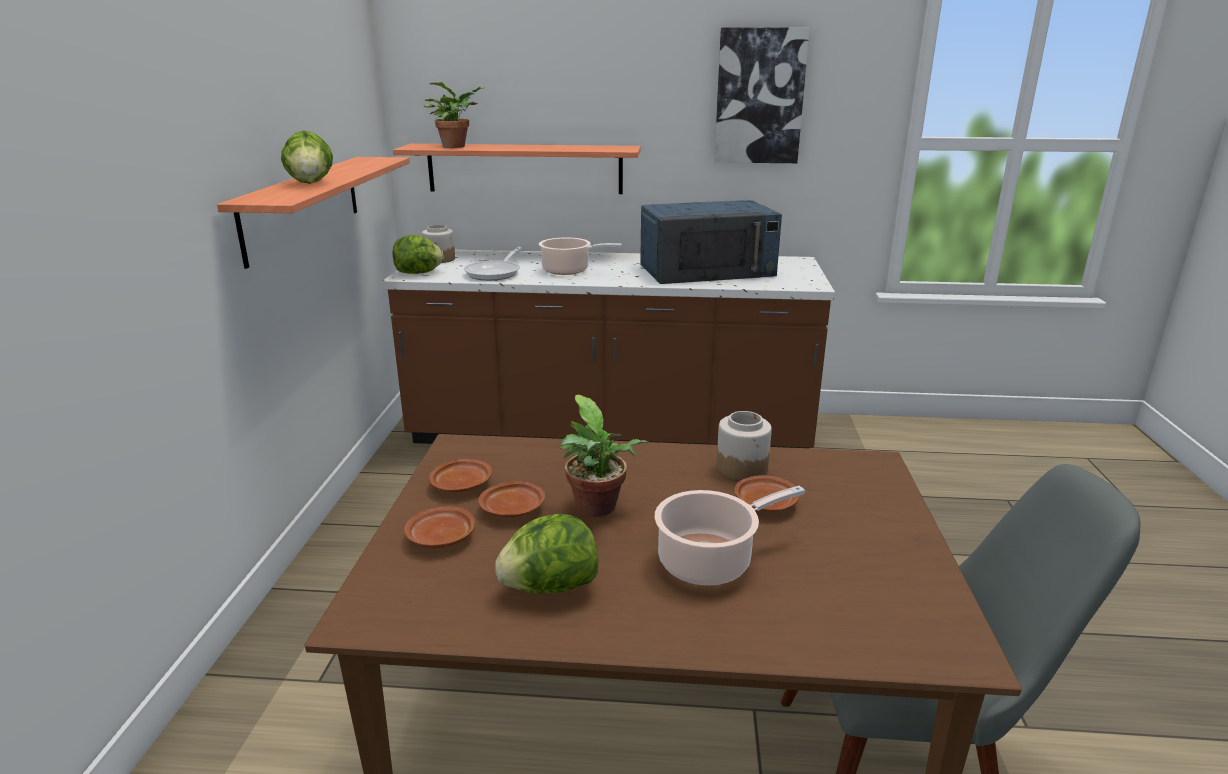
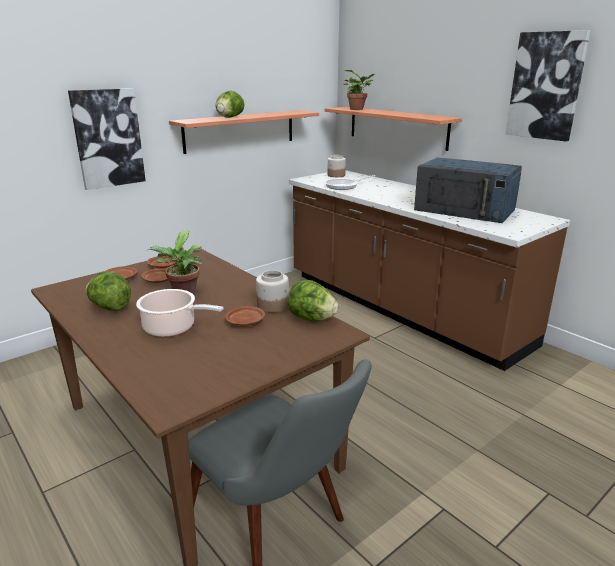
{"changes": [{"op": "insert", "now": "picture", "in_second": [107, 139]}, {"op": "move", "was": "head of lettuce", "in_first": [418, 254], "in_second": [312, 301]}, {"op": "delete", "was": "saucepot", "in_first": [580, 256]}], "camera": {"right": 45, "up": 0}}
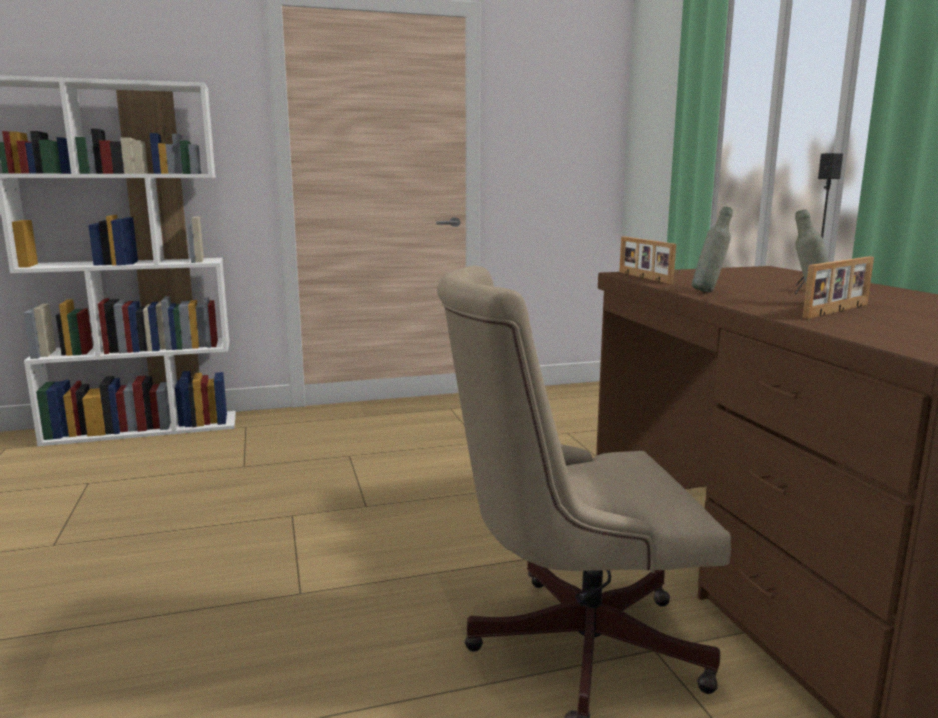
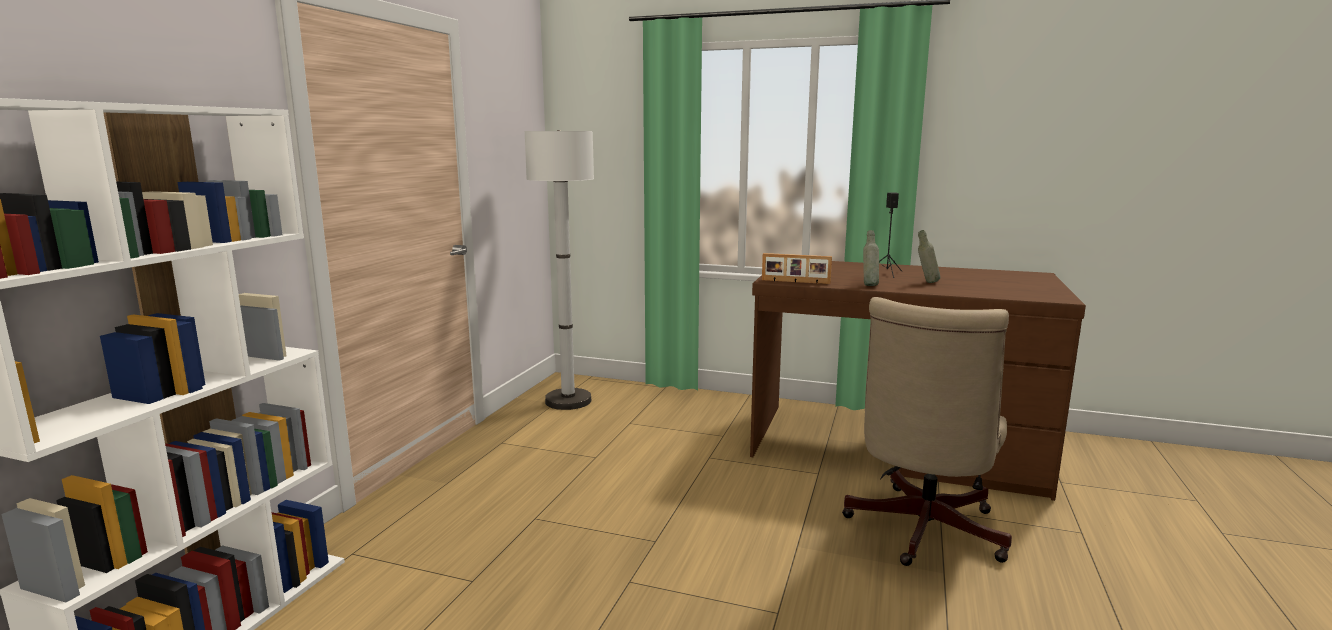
{"changes": [{"op": "insert", "now": "whitish standing lamp", "in_second": [559, 270]}, {"op": "delete", "was": "standing frame", "in_first": [838, 287]}], "camera": {"right": -55, "up": 0}}
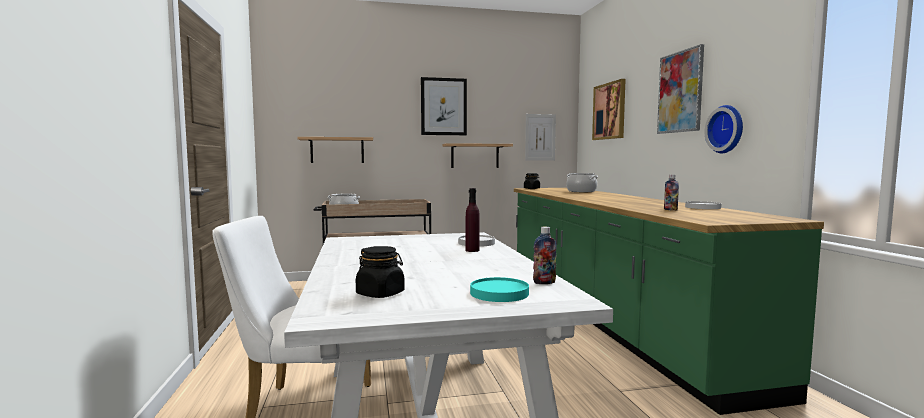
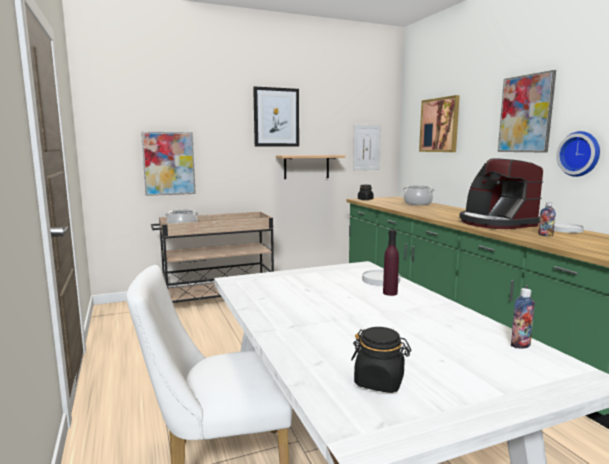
{"changes": [{"op": "replace", "was": "wall shelf", "now": "picture", "in_first": [335, 150], "in_second": [168, 164]}, {"op": "insert", "now": "coffee brewer", "in_second": [501, 193]}, {"op": "delete", "was": "turquoise-coloured dinner plate", "in_first": [499, 289]}], "camera": {"right": -10, "up": 5}}
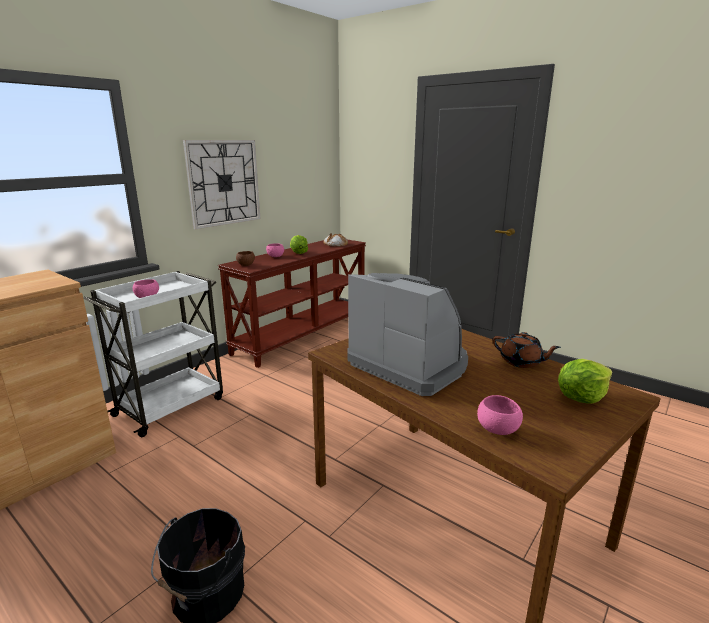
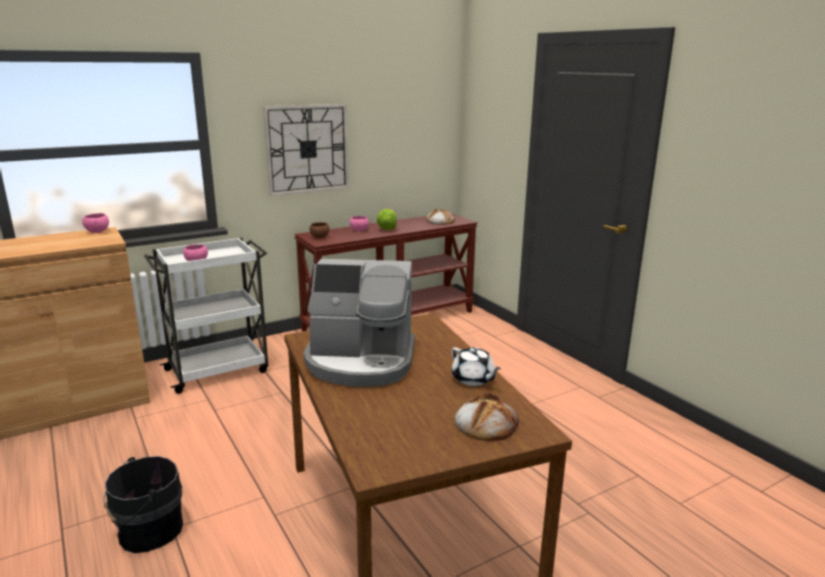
{"changes": [{"op": "move", "was": "pink-coloured bowl", "in_first": [500, 415], "in_second": [95, 223]}, {"op": "rotate", "was": "coffee brewer", "in_first": [407, 334], "in_second": [359, 323], "clockwise": 120}, {"op": "recolor", "was": "brownish tea pot", "now": "whitish tea pot", "in_first": [526, 350], "in_second": [476, 366]}, {"op": "replace", "was": "head of lettuce", "now": "bread", "in_first": [585, 381], "in_second": [487, 417]}], "camera": {"right": 20, "up": 0}}
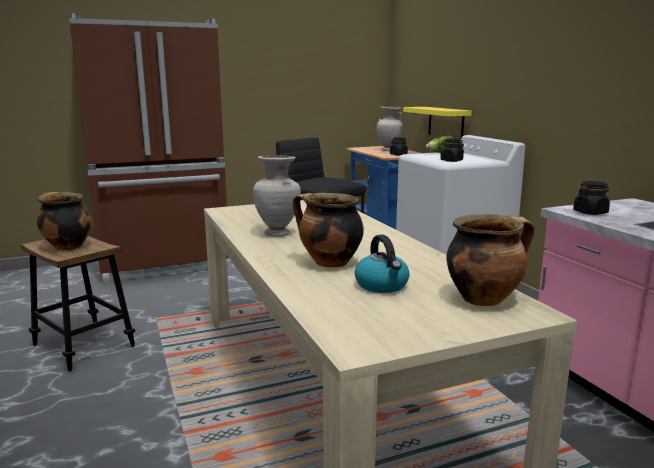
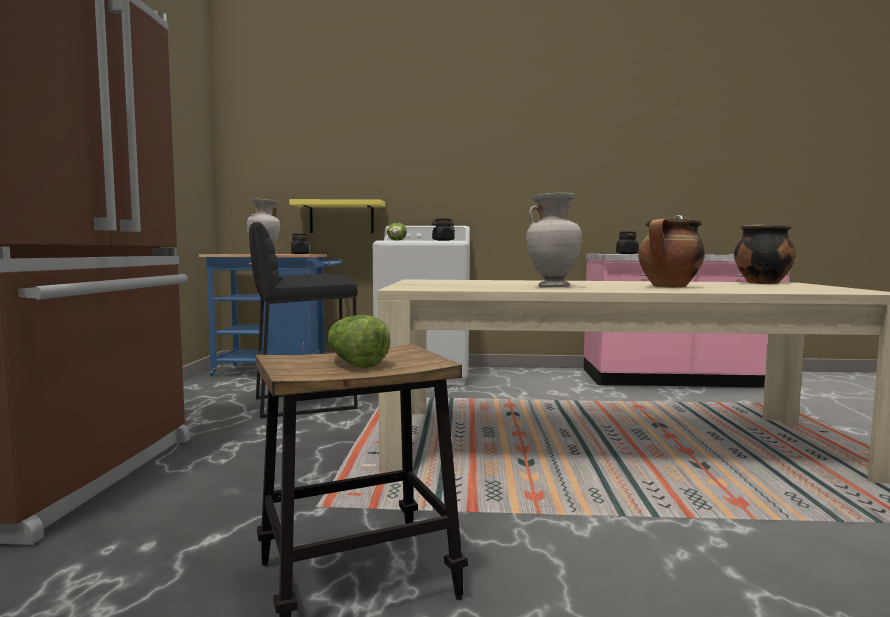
{"changes": [{"op": "replace", "was": "saucepot", "now": "head of lettuce", "in_first": [64, 221], "in_second": [358, 341]}, {"op": "delete", "was": "kettle", "in_first": [382, 264]}], "camera": {"right": -65, "up": -10}}
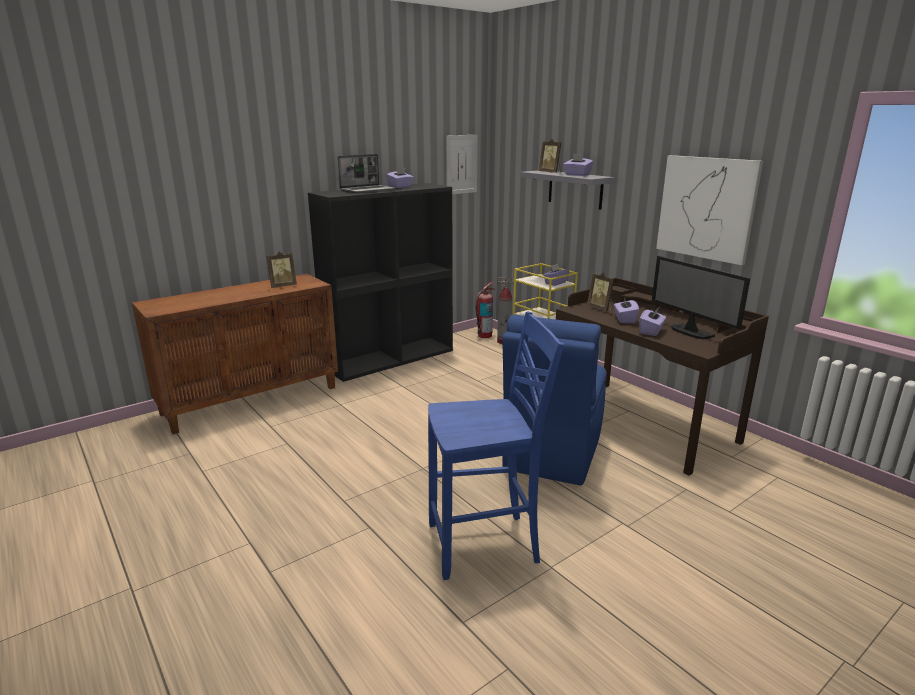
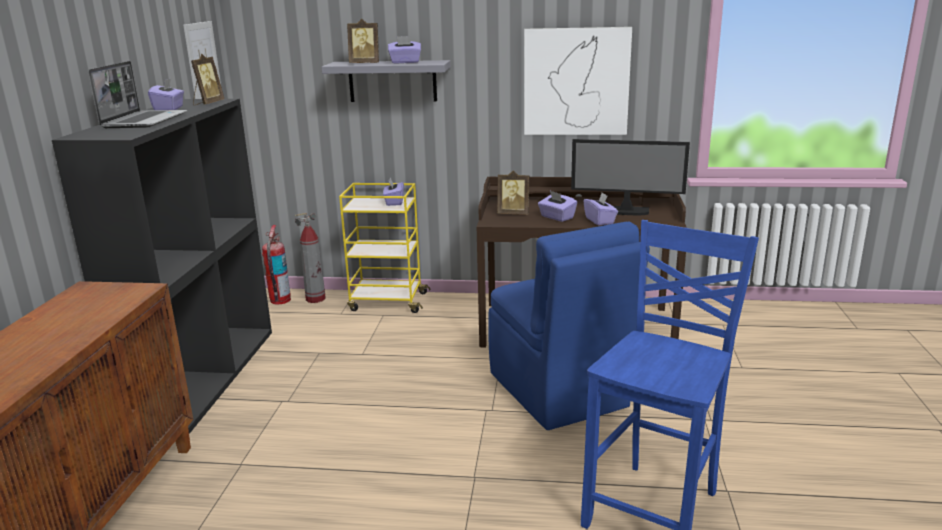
{"changes": [{"op": "move", "was": "standing frame", "in_first": [282, 269], "in_second": [208, 79]}], "camera": {"right": -45, "up": 0}}
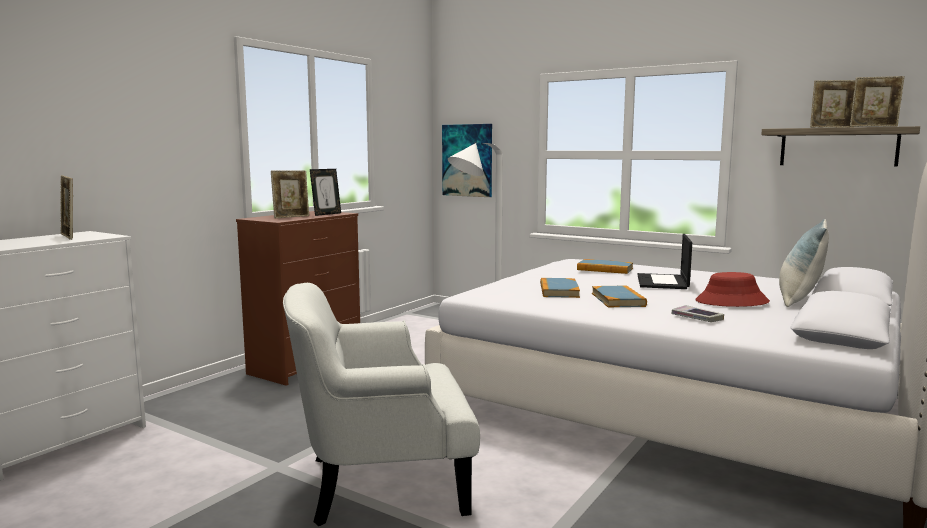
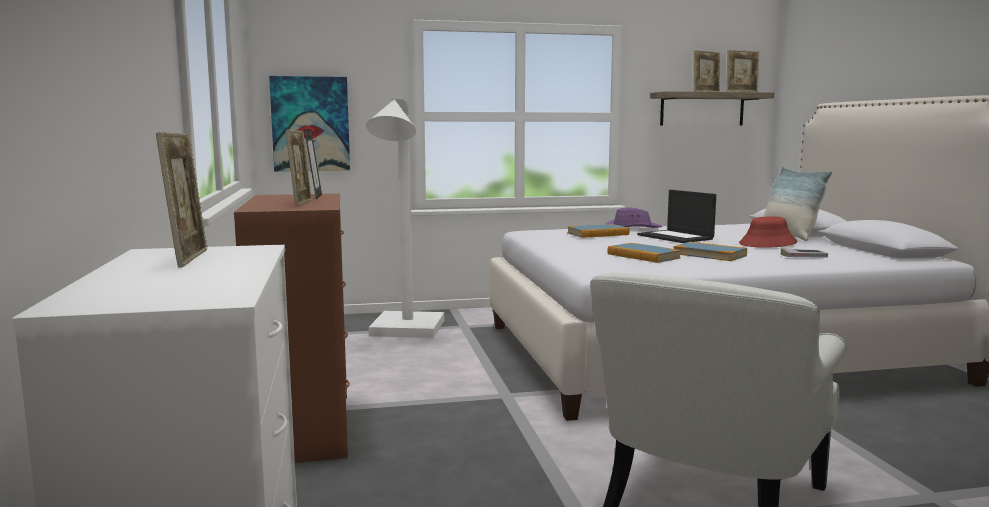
{"changes": [{"op": "rotate", "was": "standing frame", "in_first": [67, 207], "in_second": [182, 200], "clockwise": -105}, {"op": "insert", "now": "purple wearable hat", "in_second": [633, 217]}], "camera": {"right": -45, "up": 0}}
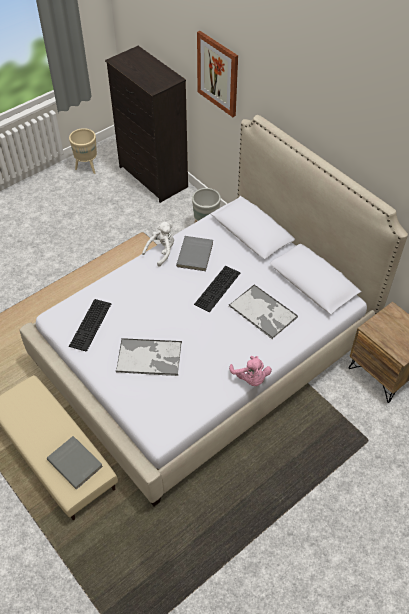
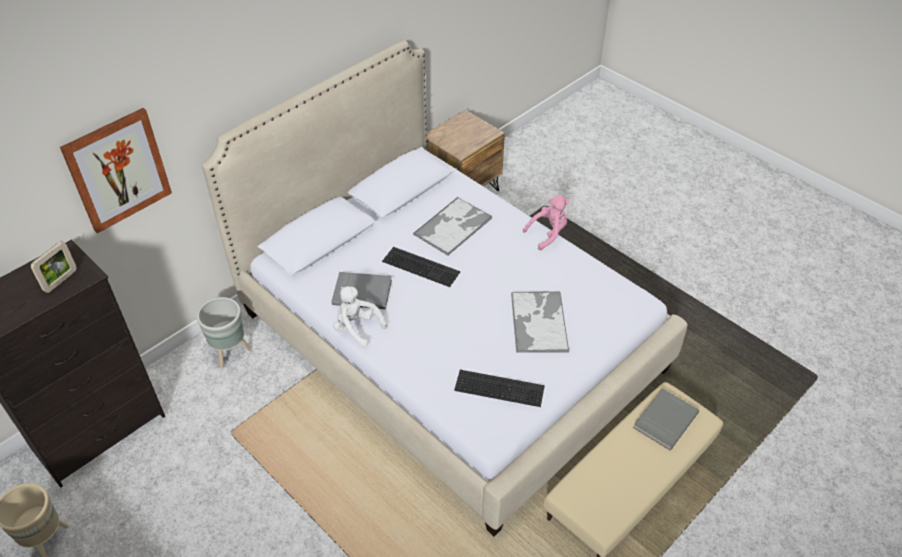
{"changes": [{"op": "insert", "now": "standing frame", "in_second": [54, 267]}], "camera": {"right": -95, "up": -5}}
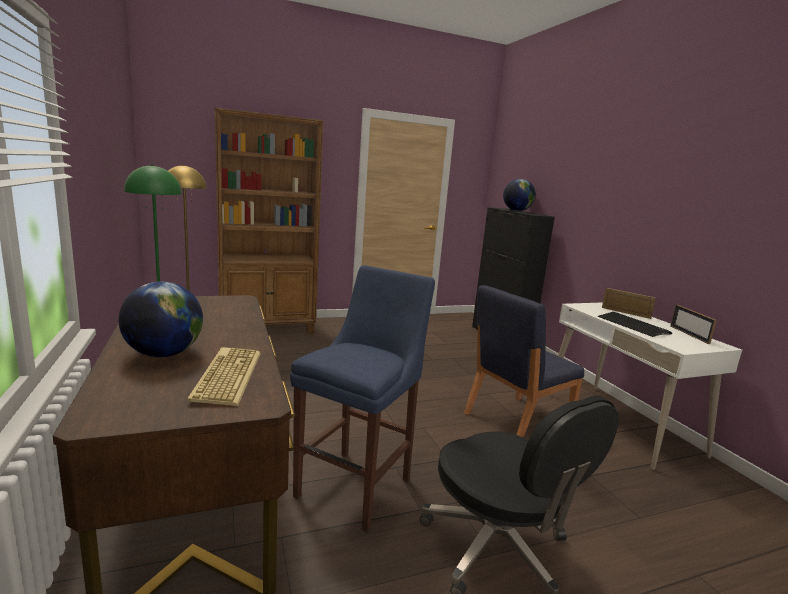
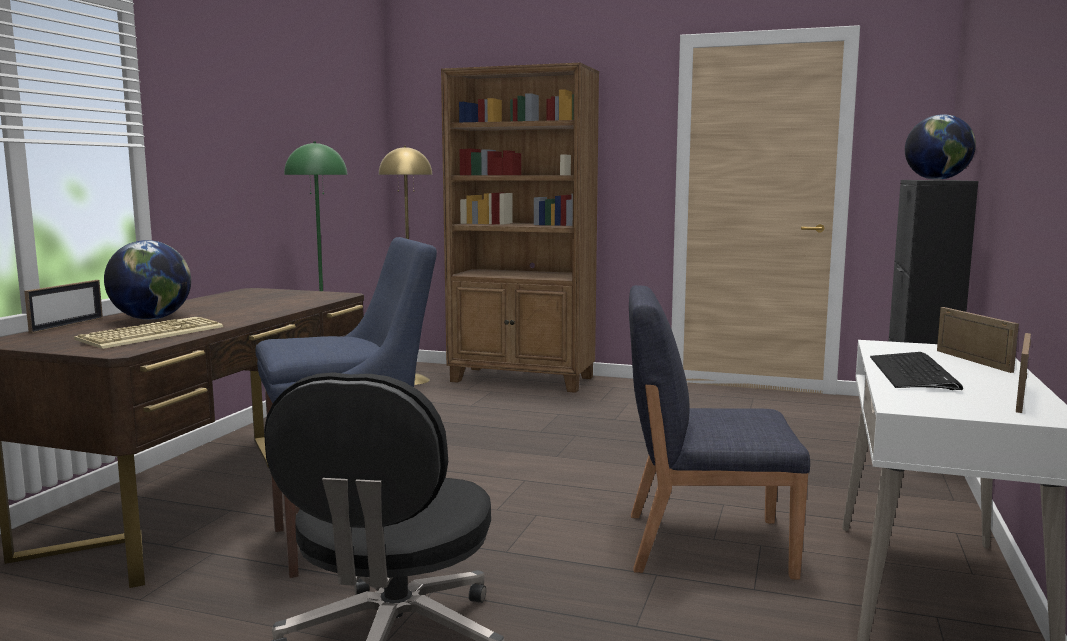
{"changes": [{"op": "insert", "now": "standing frame", "in_second": [63, 306]}], "camera": {"right": 40, "up": -5}}
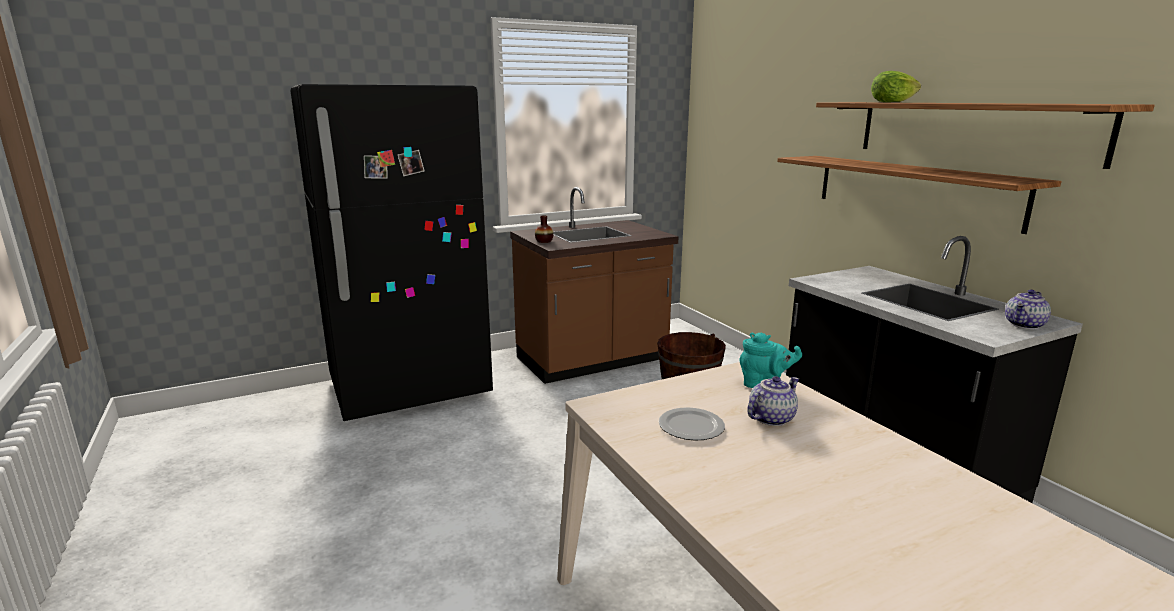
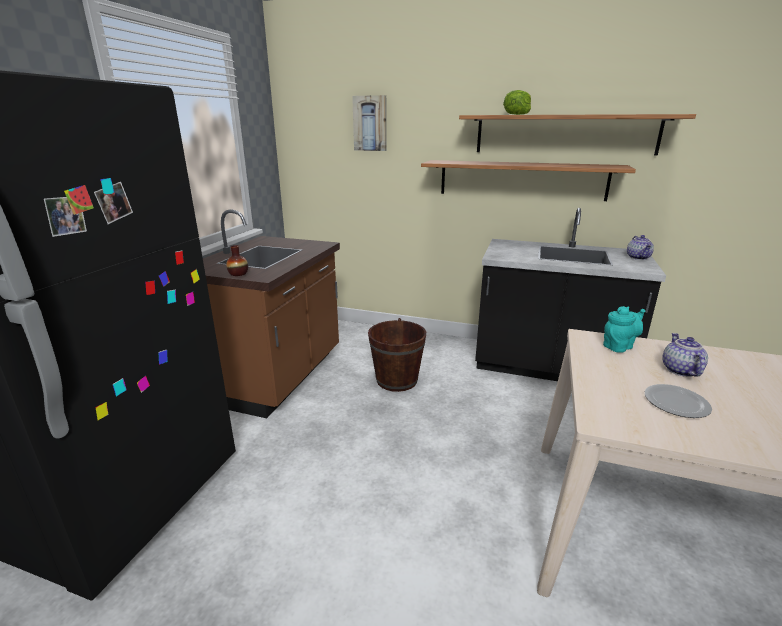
{"changes": [{"op": "insert", "now": "picture", "in_second": [369, 123]}], "camera": {"right": -45, "up": 5}}
